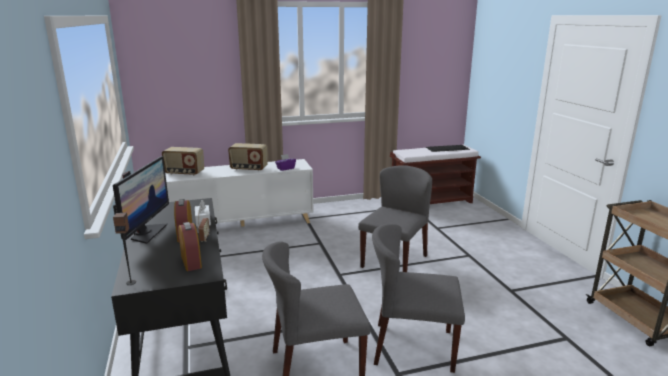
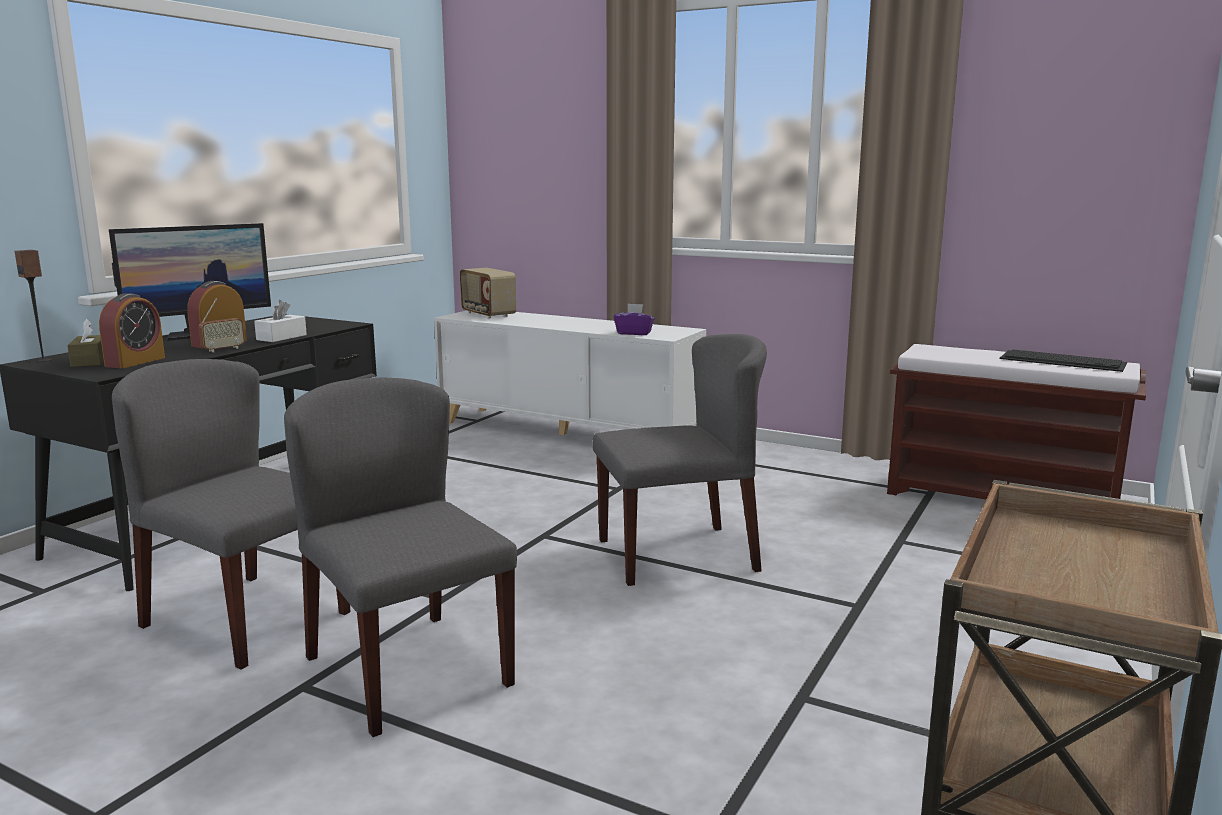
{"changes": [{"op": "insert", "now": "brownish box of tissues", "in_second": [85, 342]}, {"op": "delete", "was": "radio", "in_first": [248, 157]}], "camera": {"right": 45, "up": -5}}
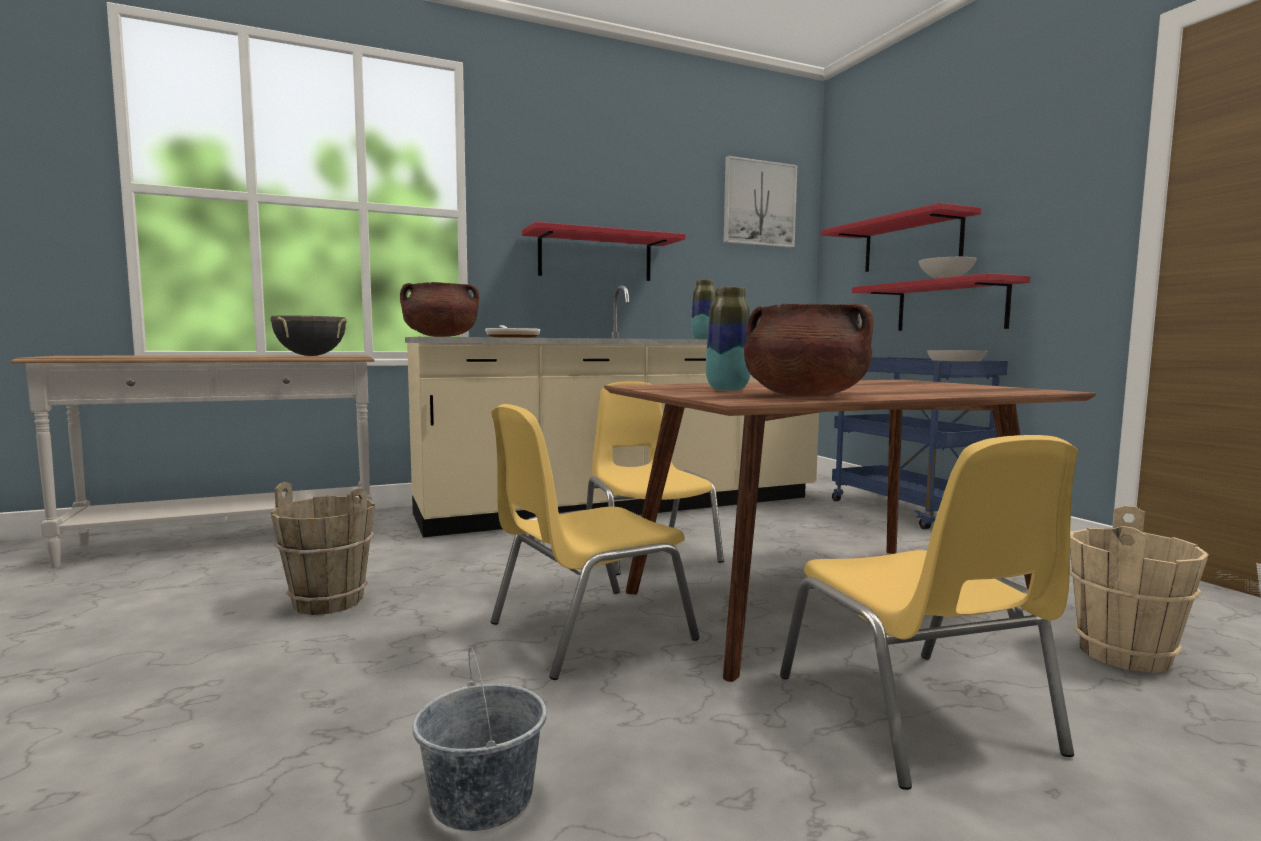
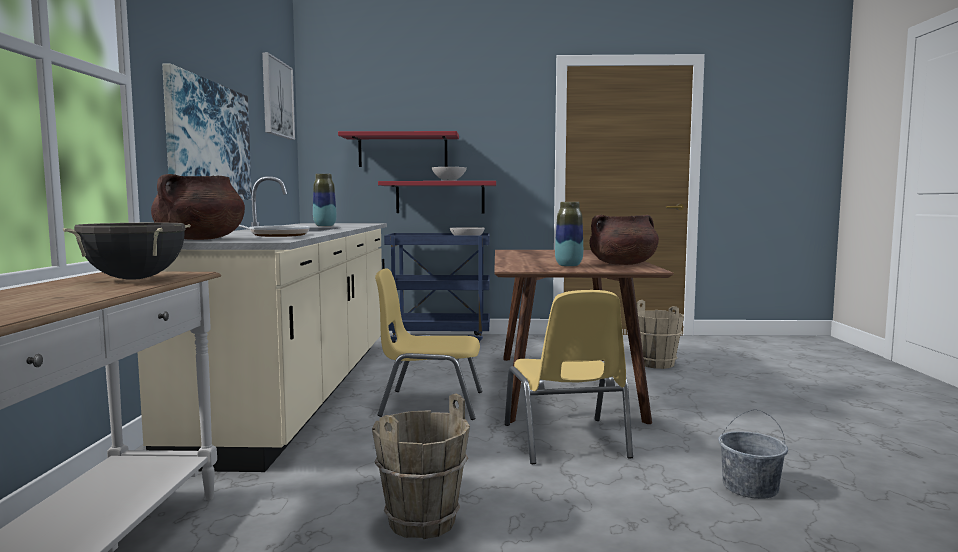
{"changes": [{"op": "replace", "was": "reddish wall shelf", "now": "picture", "in_first": [604, 251], "in_second": [207, 131]}, {"op": "delete", "was": "yellow-coloured chair", "in_first": [929, 612]}], "camera": {"right": -65, "up": 0}}
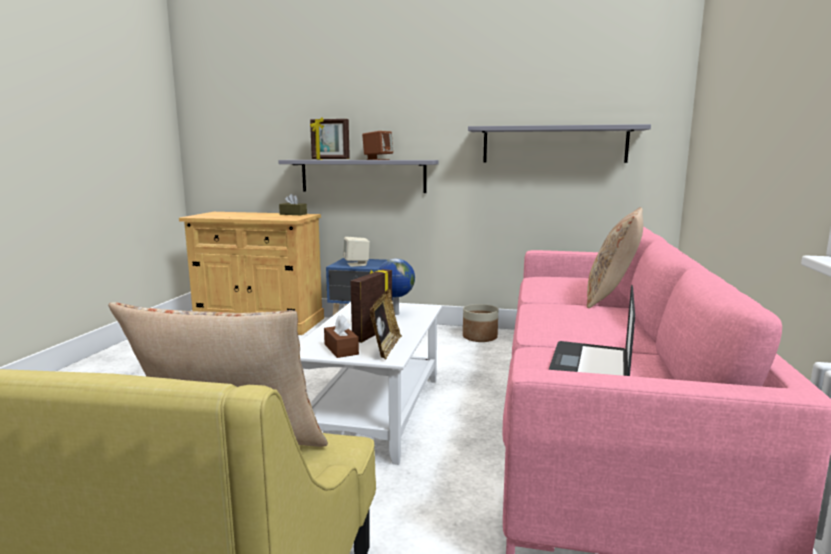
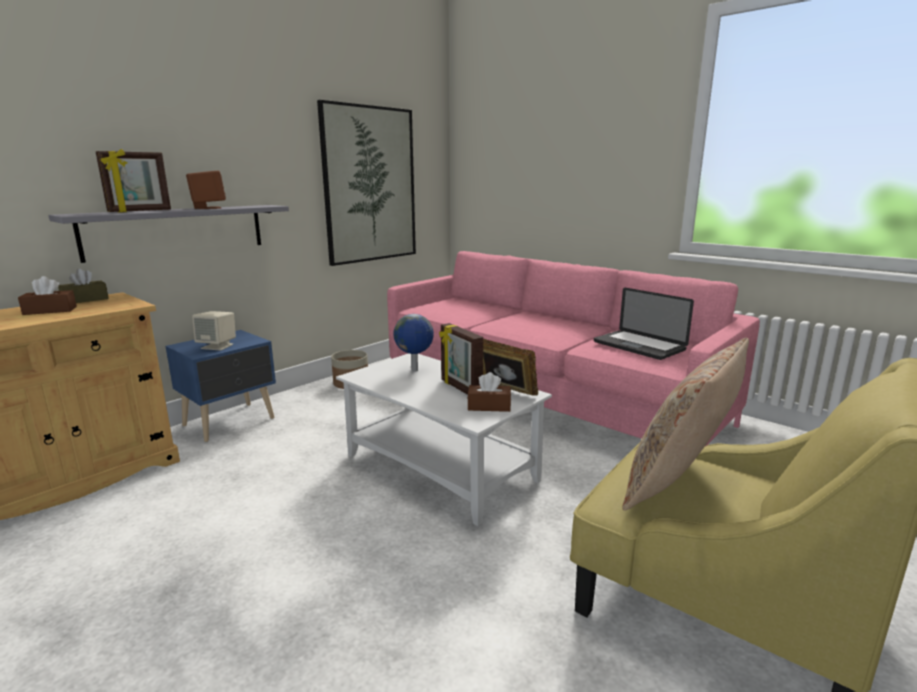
{"changes": [{"op": "insert", "now": "brownish box of tissues", "in_second": [47, 295]}, {"op": "replace", "was": "gray wall shelf", "now": "picture", "in_first": [559, 143], "in_second": [366, 183]}, {"op": "delete", "was": "sand-coloured cushion", "in_first": [615, 257]}], "camera": {"right": -60, "up": 5}}
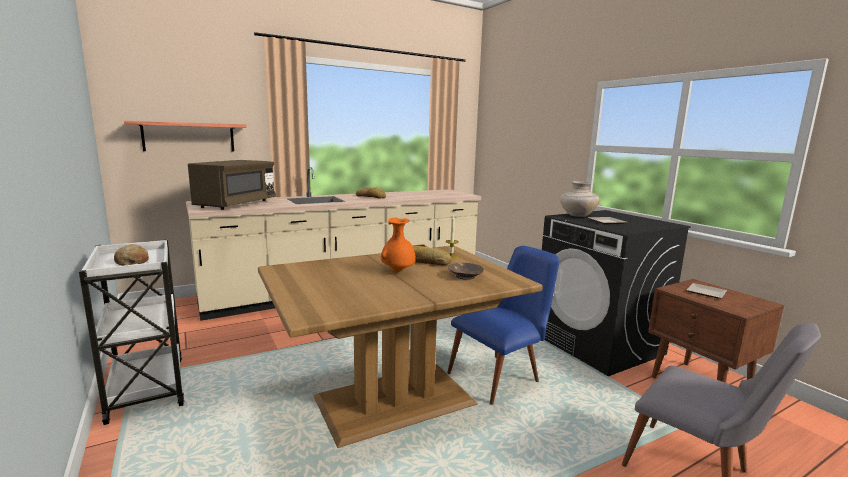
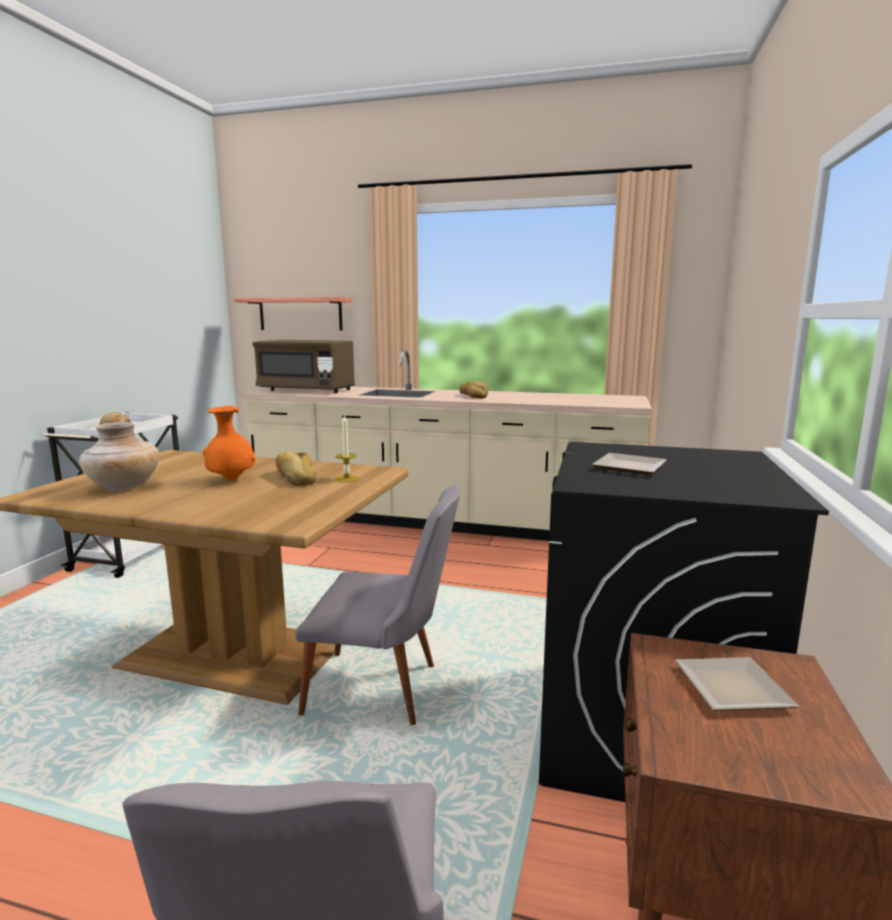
{"changes": [{"op": "move", "was": "sand-coloured flower vase", "in_first": [580, 199], "in_second": [119, 456]}, {"op": "rotate", "was": "brownish kitchen microwave", "in_first": [232, 185], "in_second": [304, 366], "clockwise": 45}, {"op": "recolor", "was": "blue chair", "now": "gray chair", "in_first": [503, 325], "in_second": [377, 604]}, {"op": "delete", "was": "brownish bowl", "in_first": [466, 271]}], "camera": {"right": 45, "up": 0}}
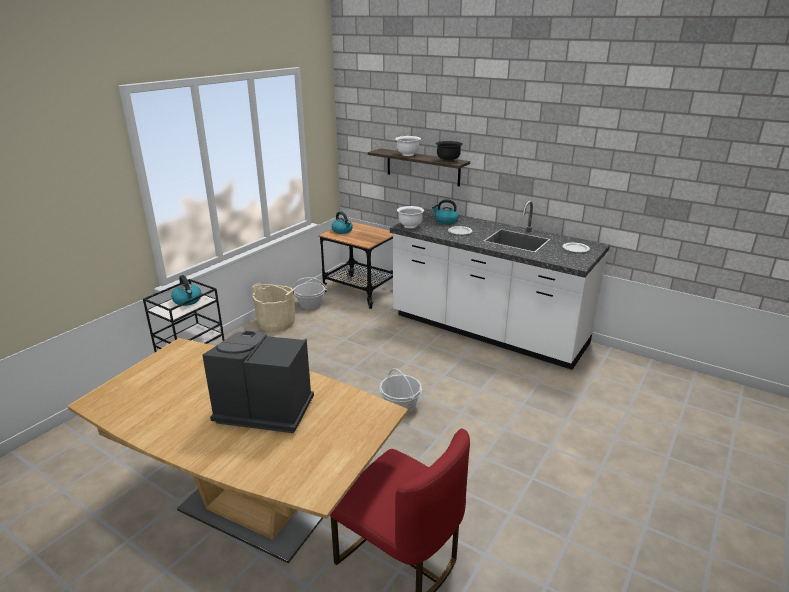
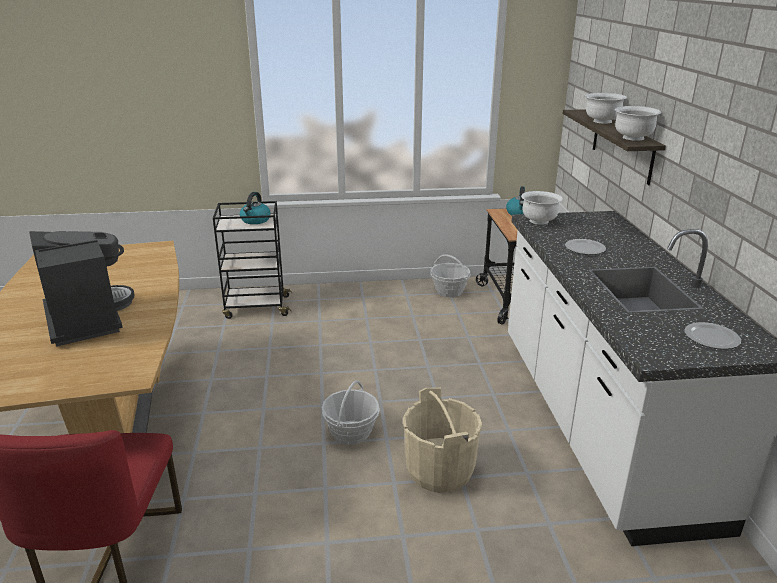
{"changes": [{"op": "move", "was": "sand-coloured water bucket", "in_first": [273, 307], "in_second": [442, 440]}, {"op": "recolor", "was": "blackish bowl", "now": "whitish bowl", "in_first": [449, 151], "in_second": [638, 123]}, {"op": "delete", "was": "kettle", "in_first": [445, 211]}], "camera": {"right": 50, "up": 0}}
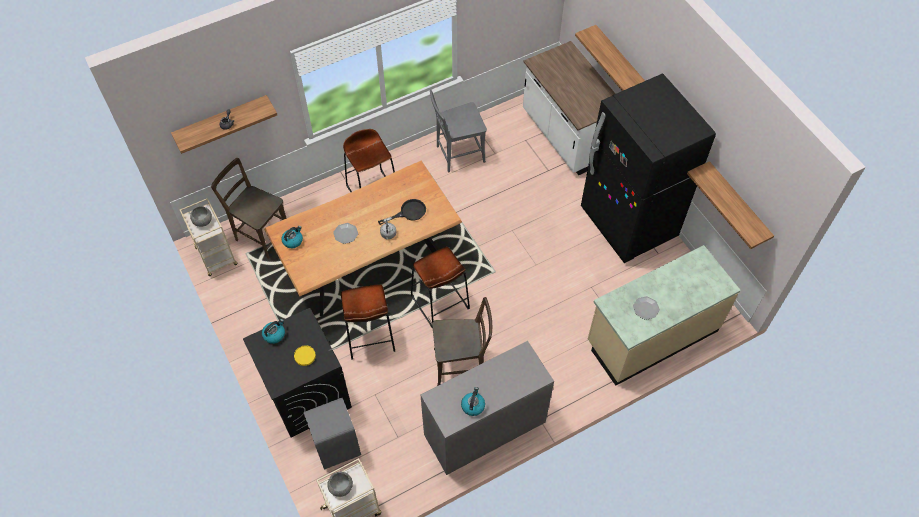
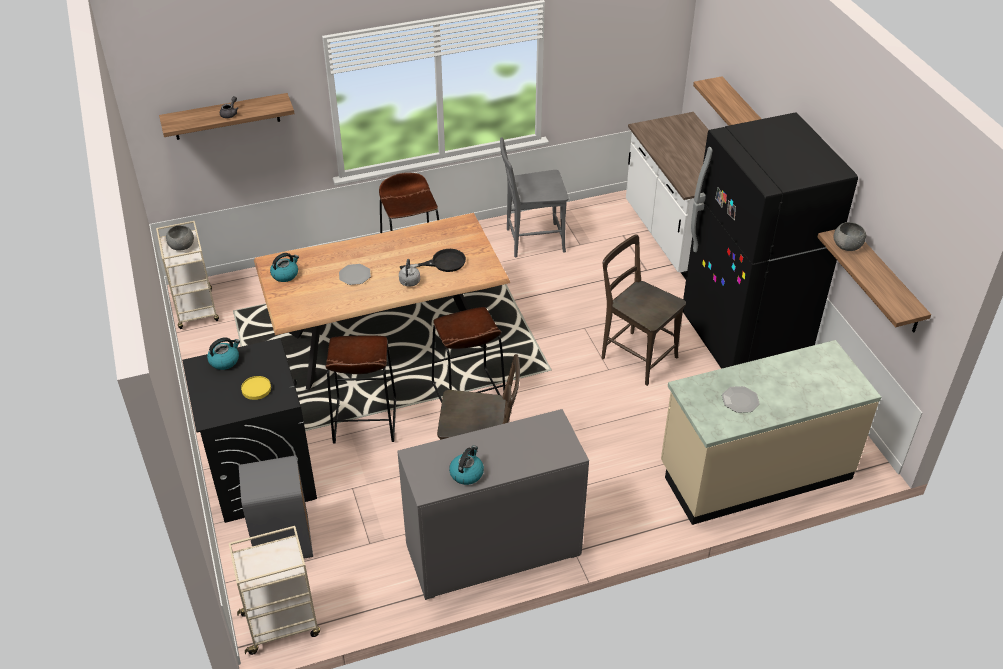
{"changes": [{"op": "move", "was": "brownish chair", "in_first": [249, 208], "in_second": [643, 310]}, {"op": "move", "was": "gray bowl", "in_first": [340, 484], "in_second": [850, 236]}], "camera": {"right": 10, "up": -15}}
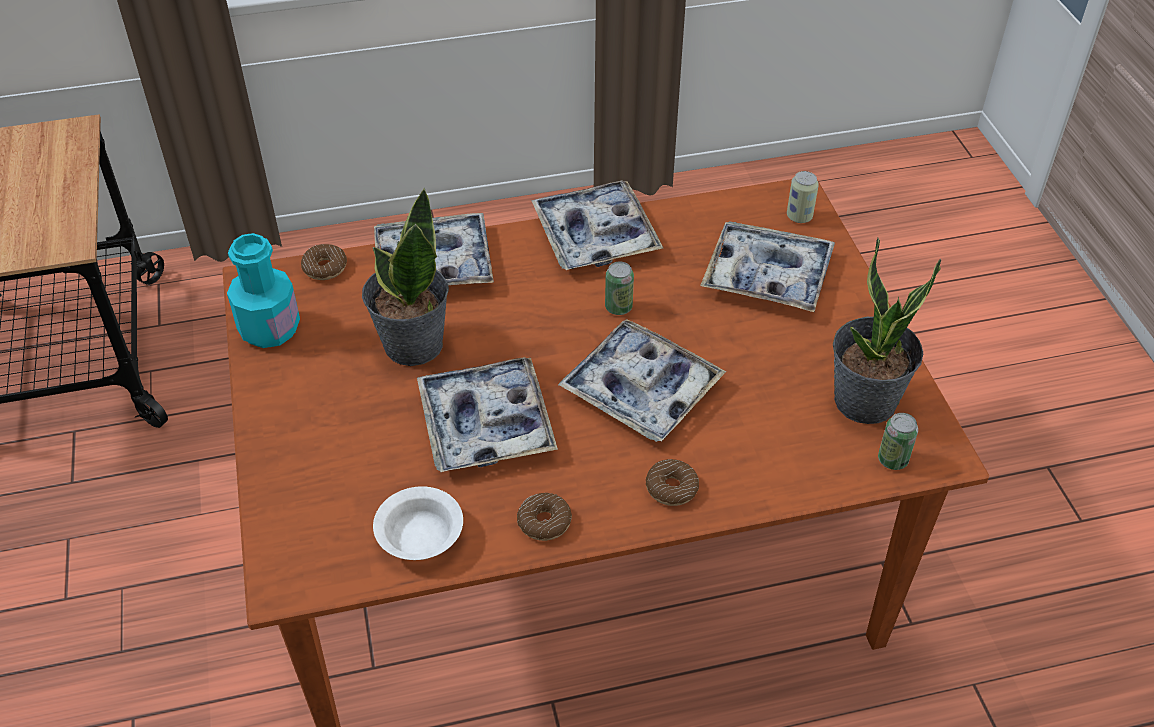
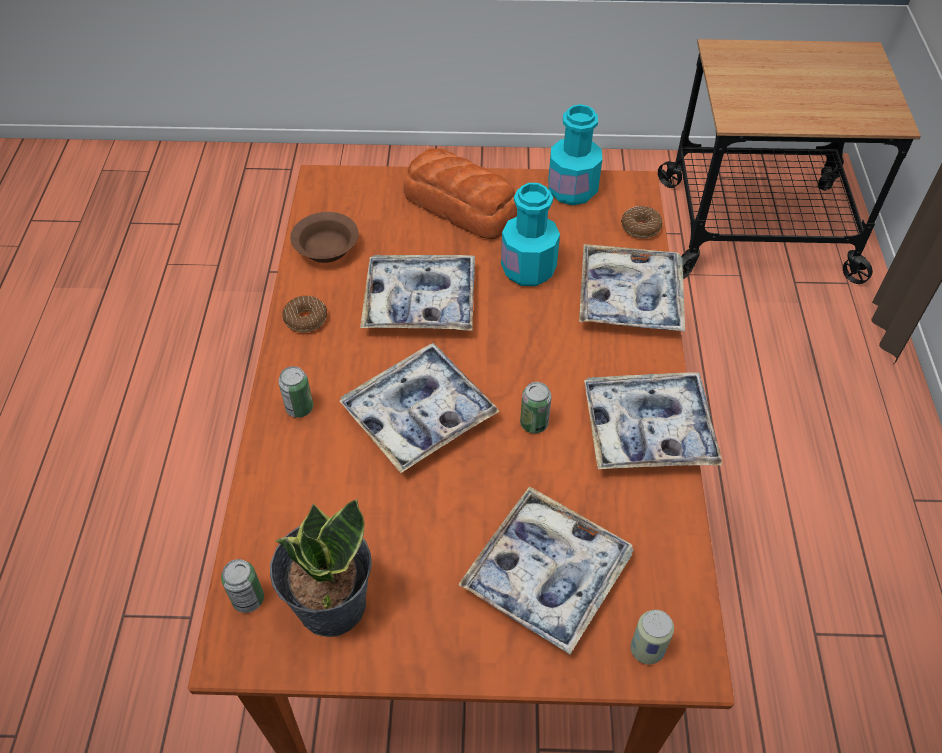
{"changes": [{"op": "replace", "was": "doughnut", "now": "can", "in_first": [672, 482], "in_second": [295, 392]}, {"op": "recolor", "was": "whitish bowl", "now": "brownish bowl", "in_first": [418, 523], "in_second": [324, 237]}, {"op": "insert", "now": "bread", "in_second": [460, 193]}, {"op": "replace", "was": "potted plant", "now": "turquoise-coloured beverage bottle", "in_first": [405, 277], "in_second": [530, 234]}], "camera": {"right": 105, "up": 5}}
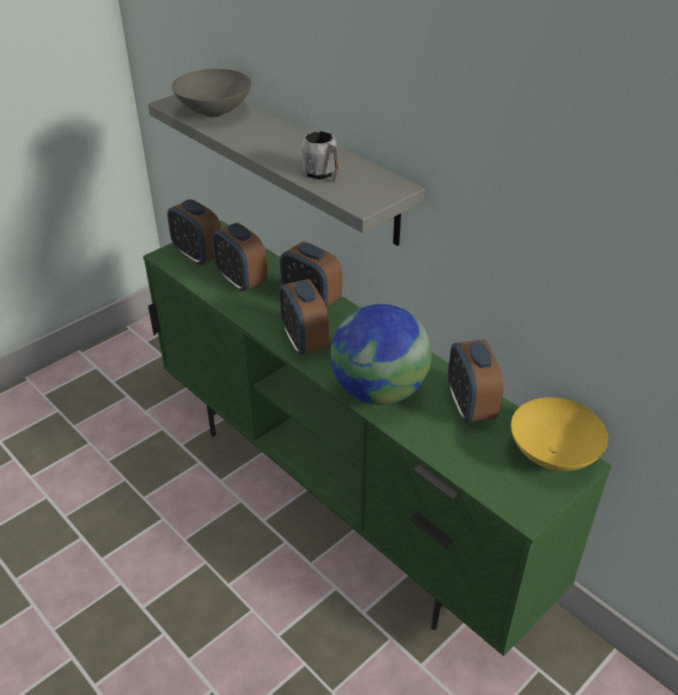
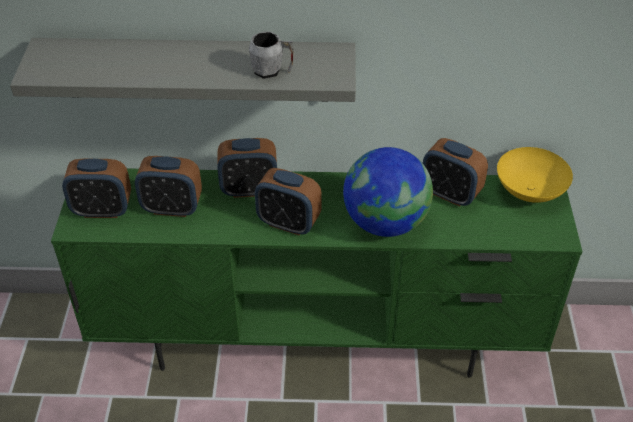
{"changes": [{"op": "delete", "was": "gray bowl", "in_first": [211, 93]}], "camera": {"right": -45, "up": 5}}
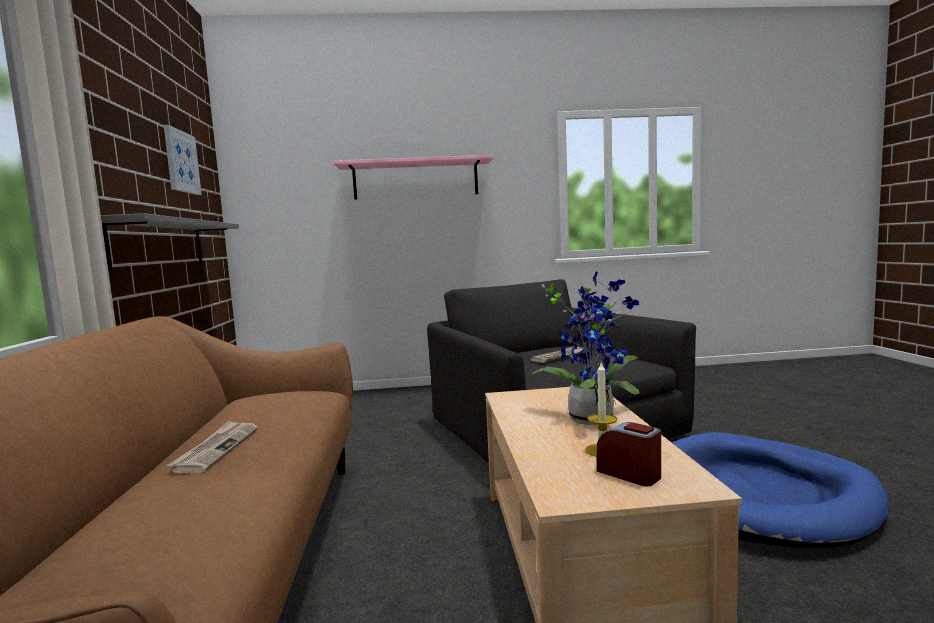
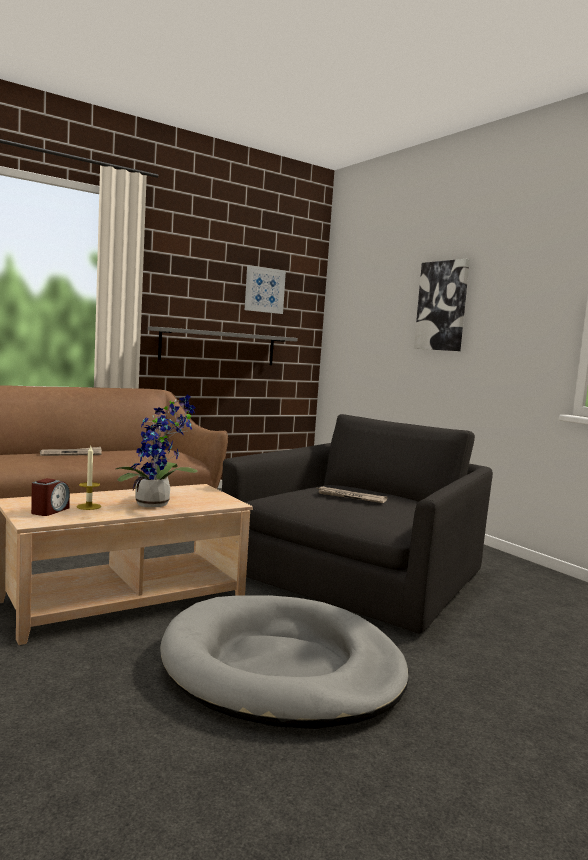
{"changes": [{"op": "recolor", "was": "blue dog cushion", "now": "gray dog cushion", "in_first": [781, 490], "in_second": [284, 662]}, {"op": "replace", "was": "pink-coloured wall shelf", "now": "picture", "in_first": [413, 177], "in_second": [442, 305]}], "camera": {"right": 60, "up": 0}}
